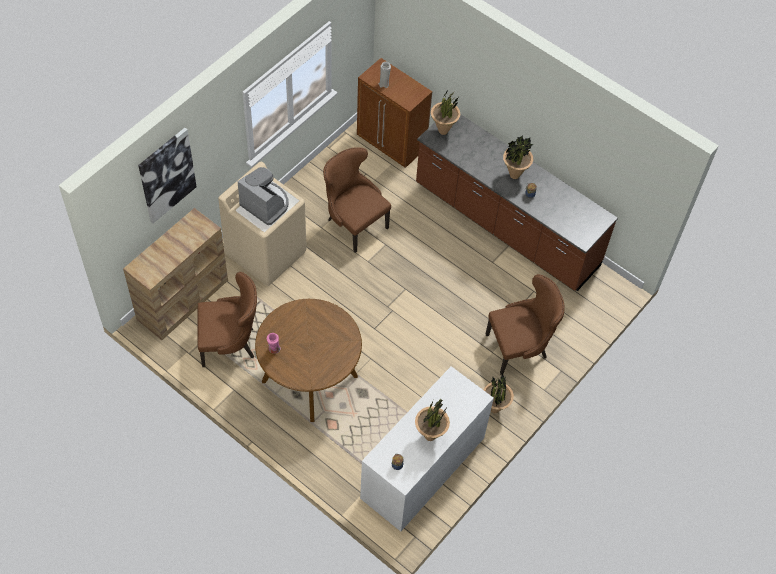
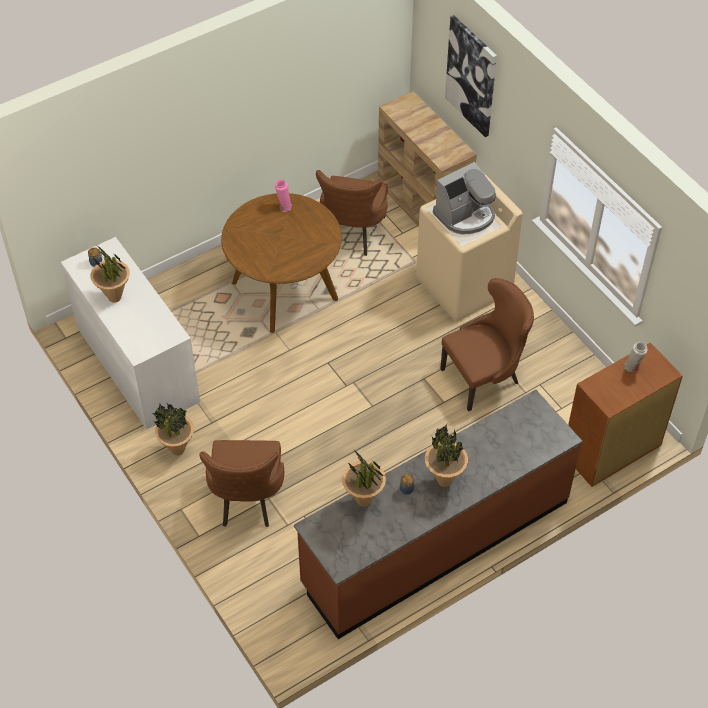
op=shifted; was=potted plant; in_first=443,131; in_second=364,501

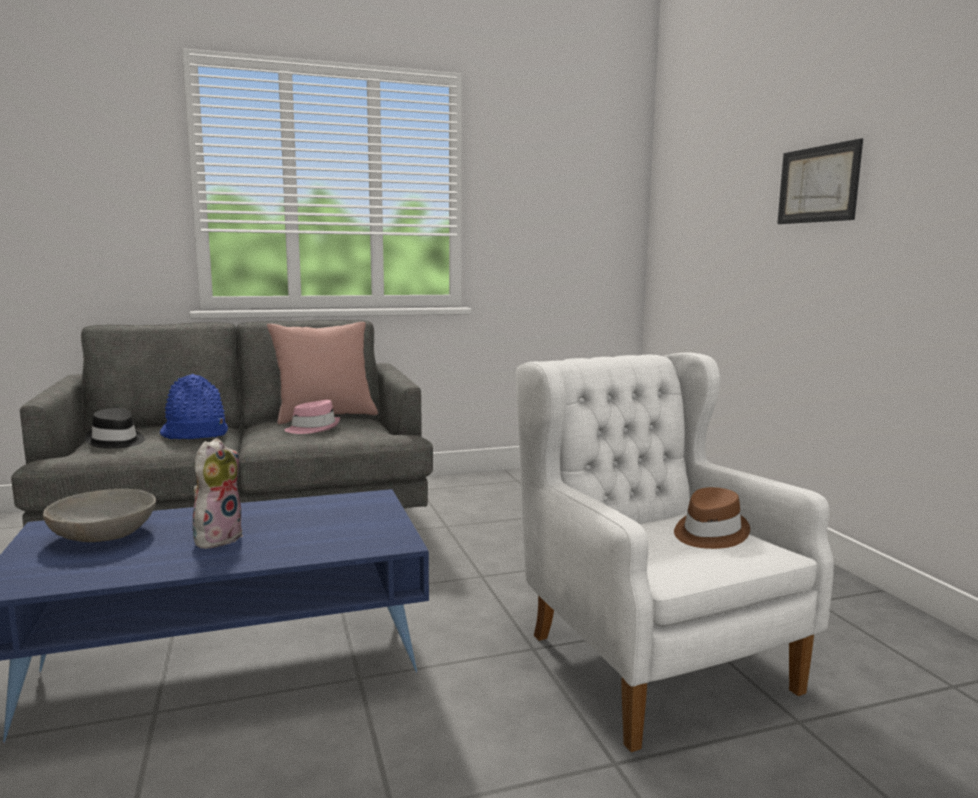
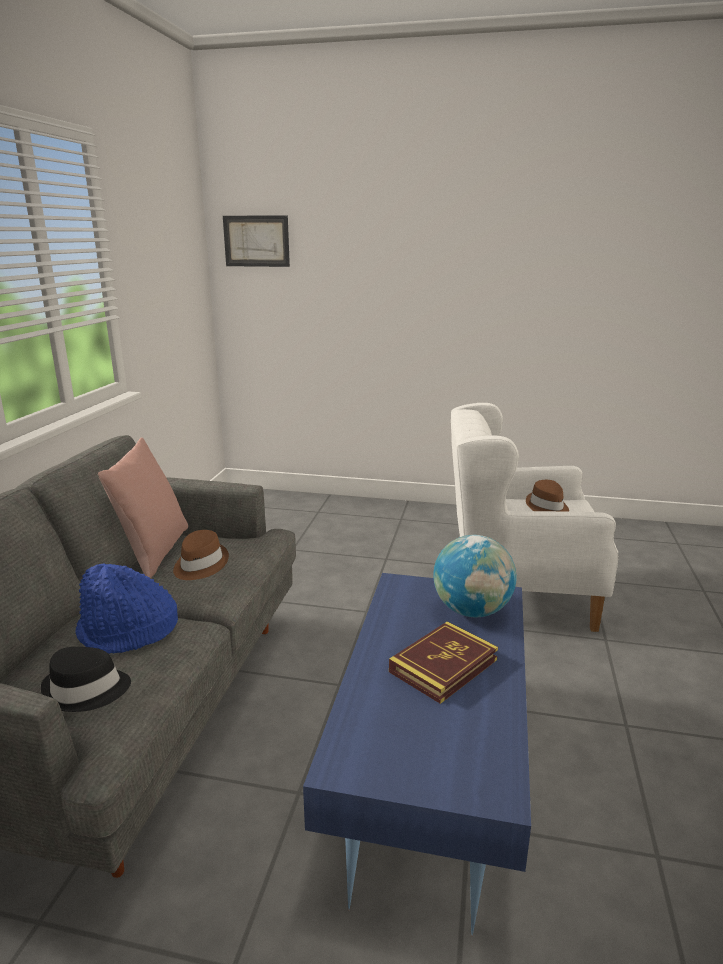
op=repainted; was=pink hat; now=brown hat; in_first=313,428; in_second=199,565
op=shifted; was=picture; in_first=818,184; in_second=256,241
op=swapped; was=plush toy; now=book; in_first=217,538; in_second=443,666
op=new; now=globe; in_second=472,610
op=gone; was=grey bowl; in_first=104,535

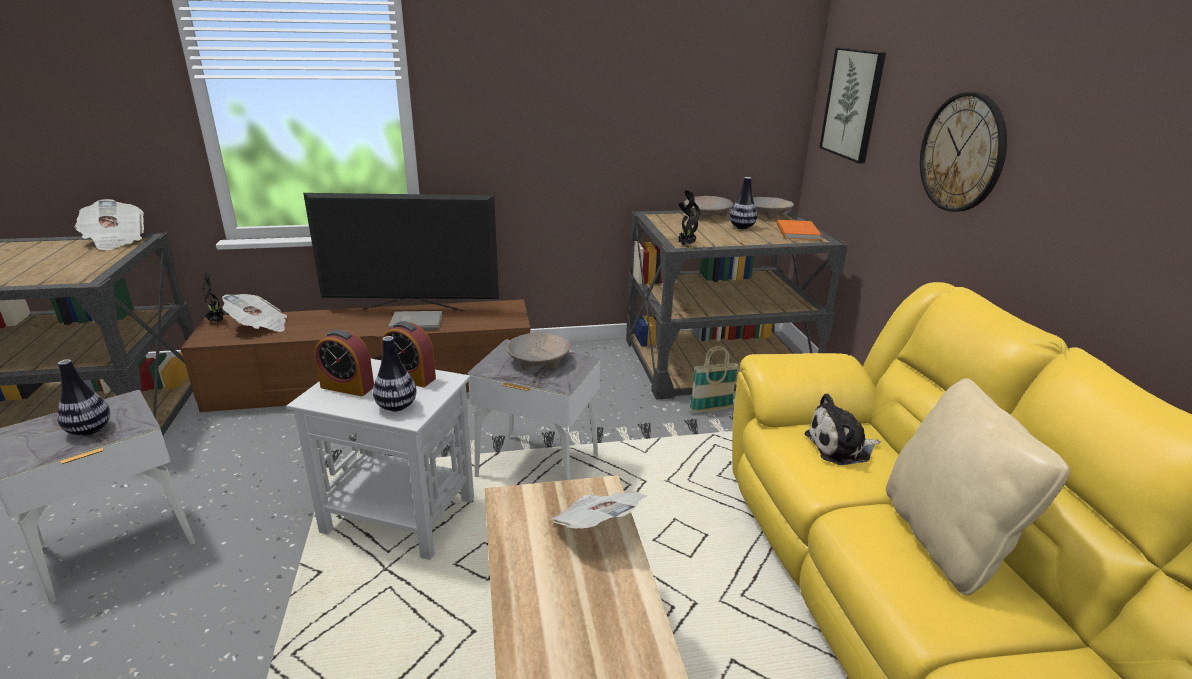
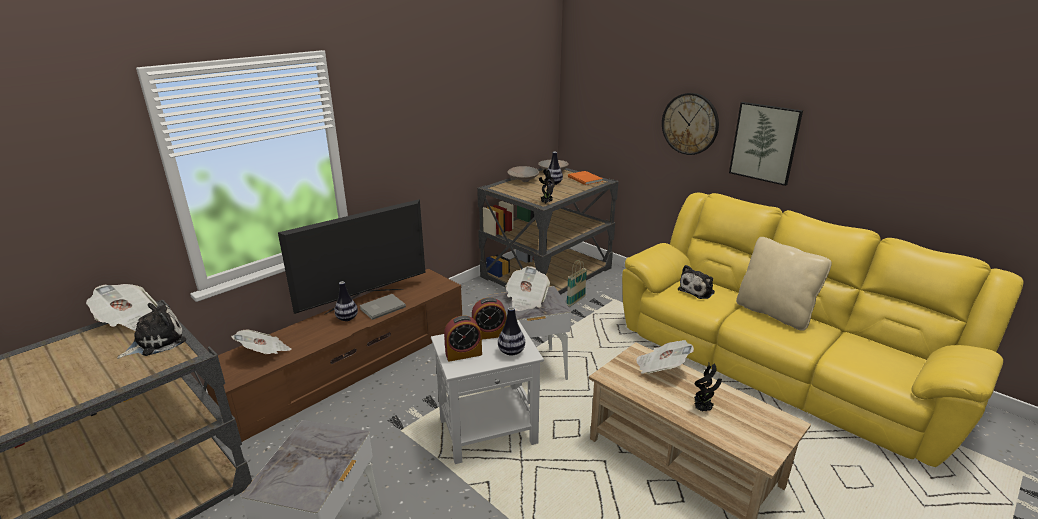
op=new; now=plush toy; in_second=156,342
op=shifted; was=vase; in_first=90,430; in_second=347,318
op=swapped; was=beige bowl; now=newspaper; in_first=538,361; in_second=526,300
op=shifted; was=potted plant; in_first=217,322; in_second=703,410
op=shifted; was=picture; in_first=853,104; in_second=765,143

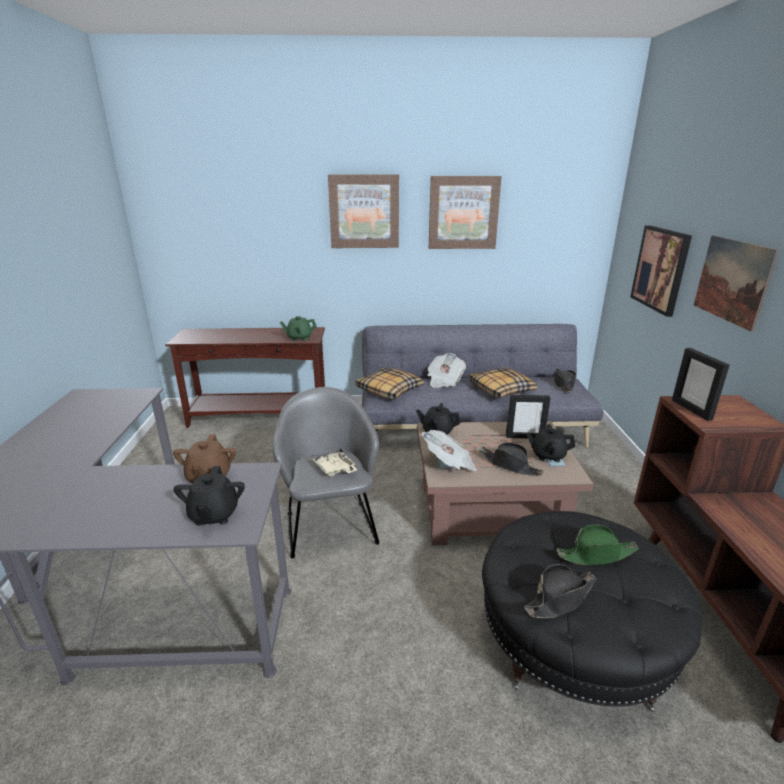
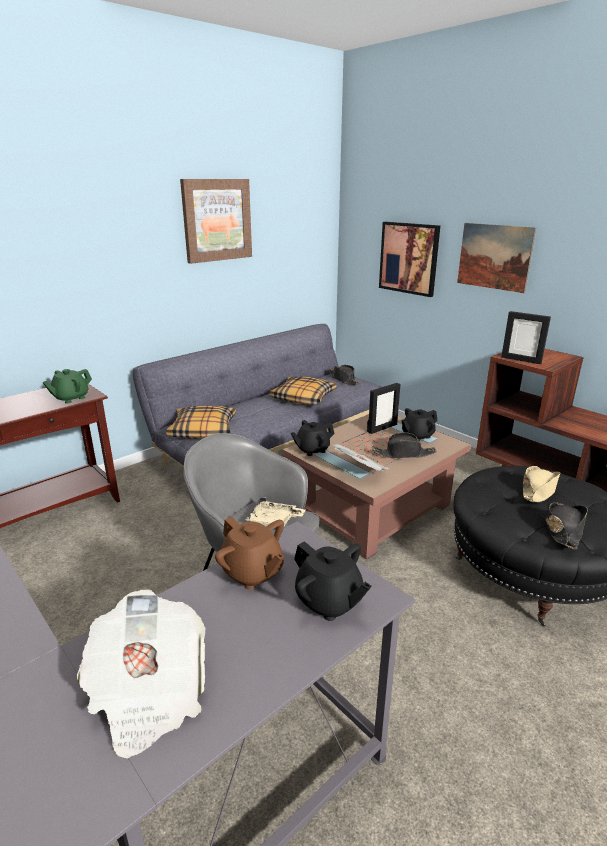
op=shifted; was=newspaper; in_first=444,381; in_second=148,692
op=repainted; was=green hat; now=beige hat; in_first=596,554; in_second=538,490
op=gone; was=picture; in_first=364,211

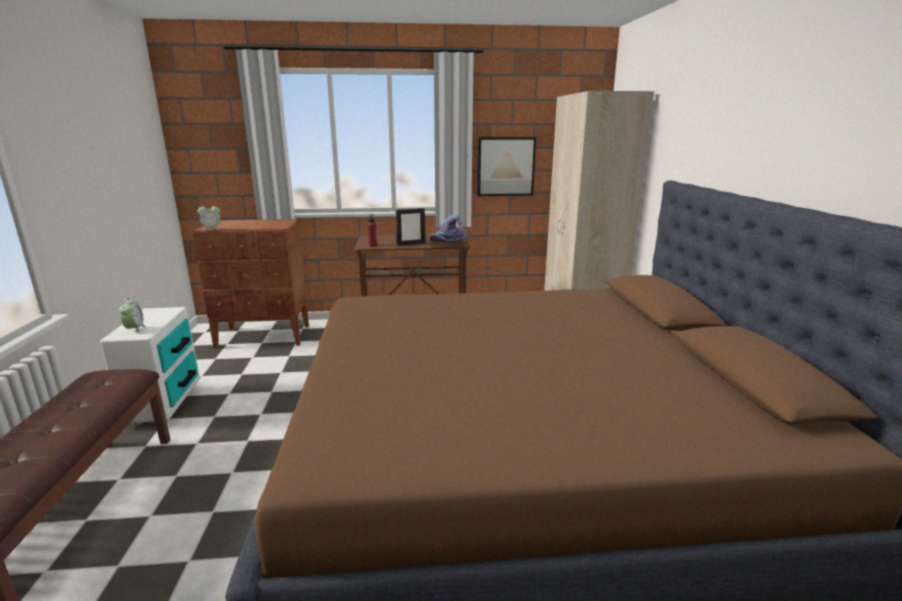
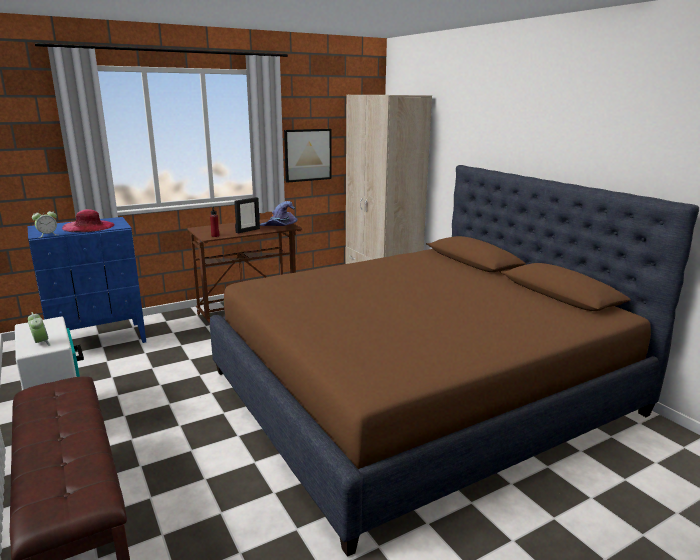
op=repainted; was=brown dresser; now=blue dresser; in_first=264,337; in_second=99,341
op=new; now=pink hat; in_second=88,226

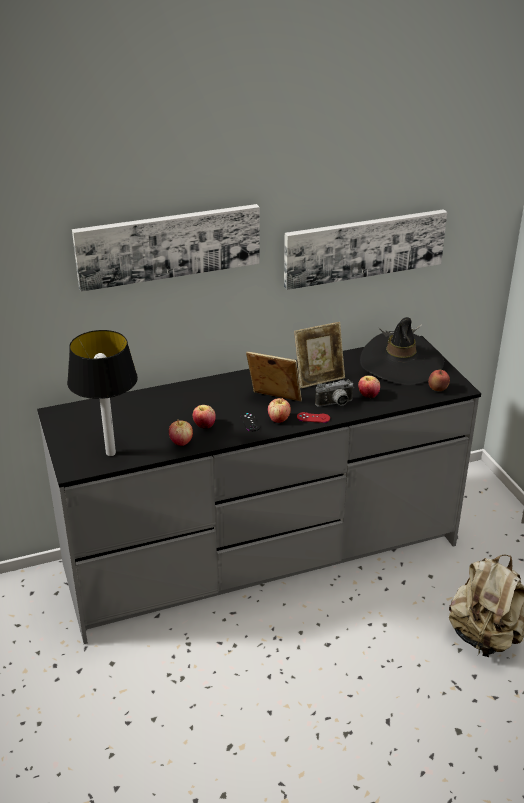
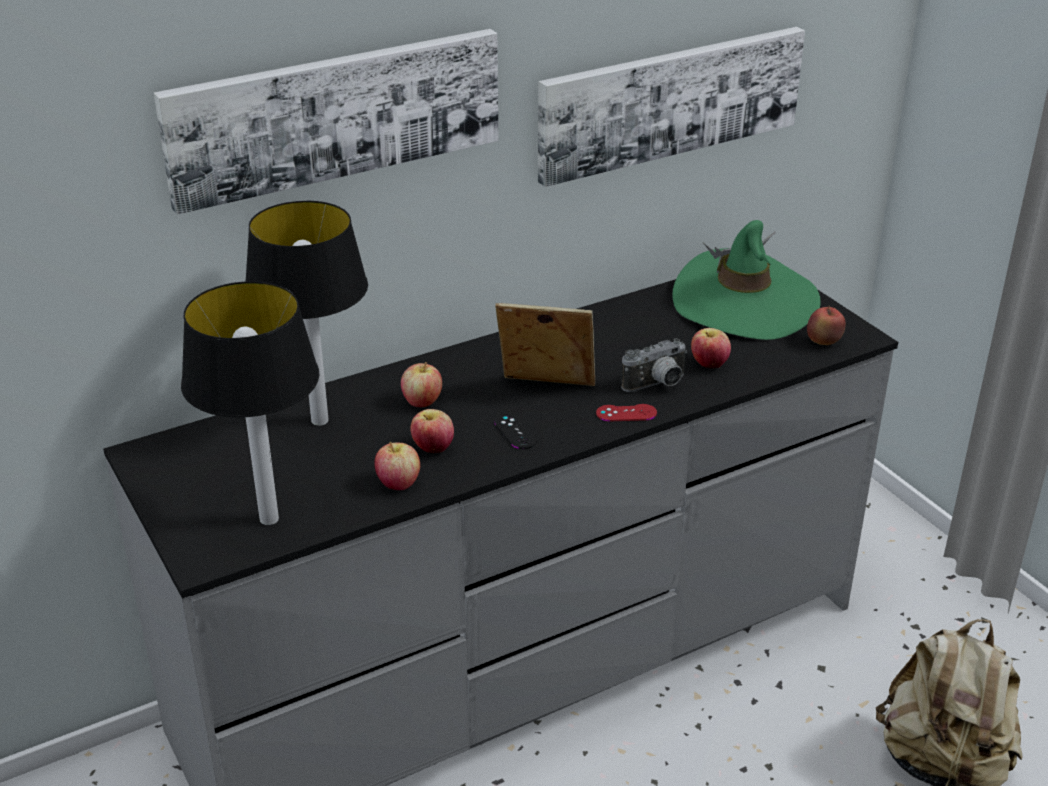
op=new; now=table lamp; in_second=319,421
op=shifted; was=apple; in_first=279,419; in_second=422,402
op=repainted; was=black hat; now=green hat; in_first=401,363; in_second=745,302
op=gone; was=picture frame; in_first=319,378

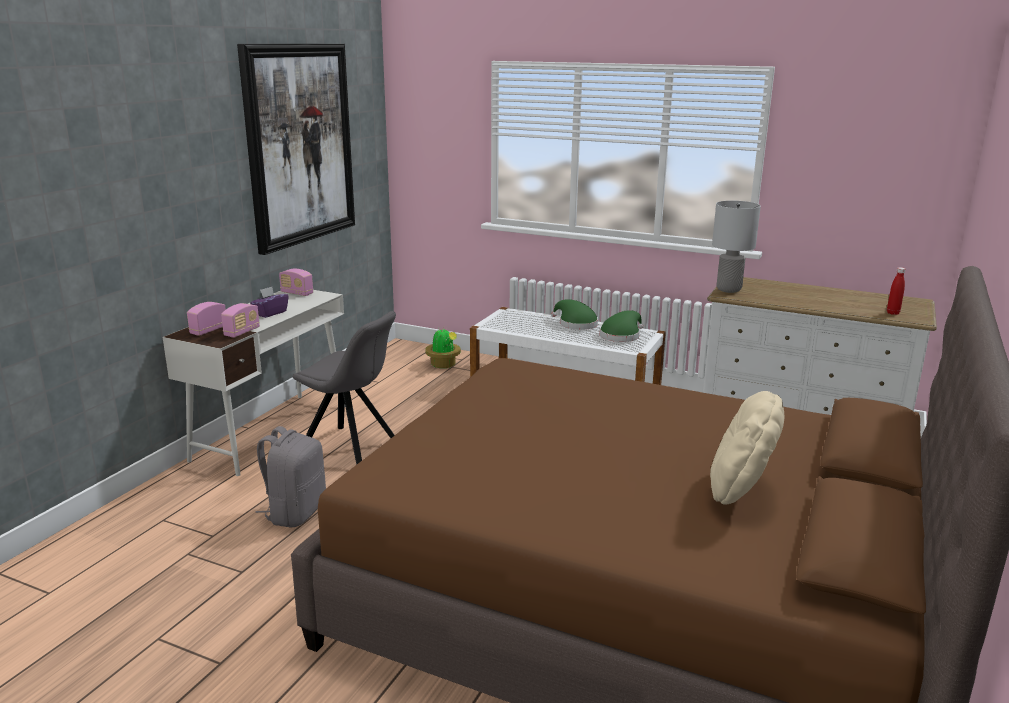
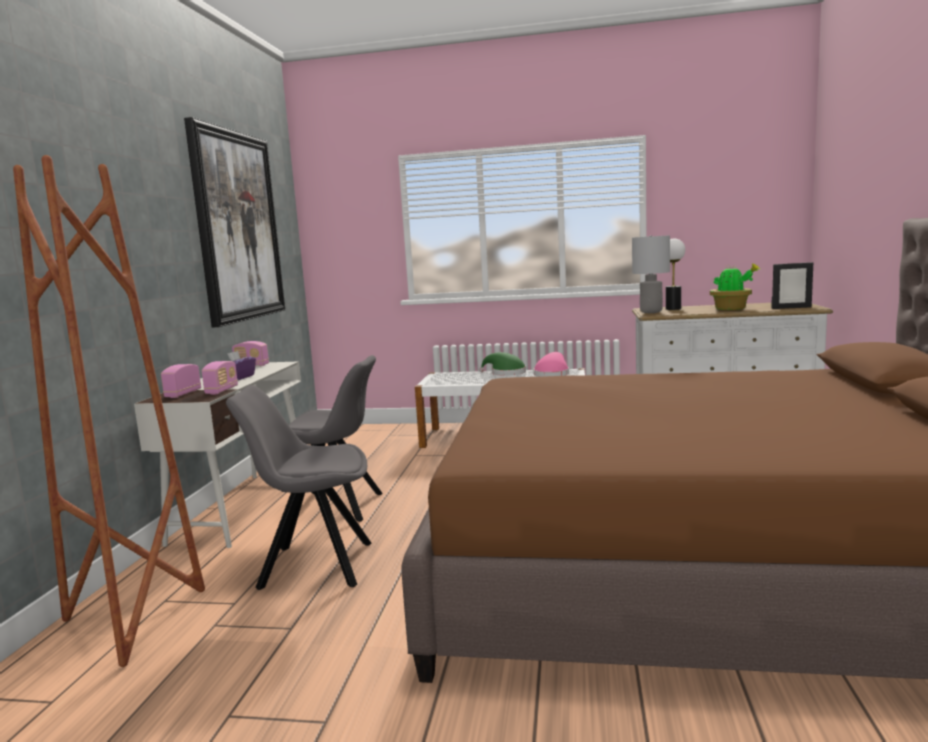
op=new; now=brown clothes rack; in_second=132,623
op=swapped; was=grey backpack; now=grey chair; in_first=295,512; in_second=315,565
op=repainted; was=green hat; now=pink hat; in_first=621,335; in_second=552,374
op=new; now=table lamp; in_second=673,309
op=shifted; was=potted plant; in_first=444,365; in_second=732,309
op=swapped; was=red bottle; now=picture frame; in_first=893,313; in_second=791,307
op=gone; was=beige pillow; in_first=740,493

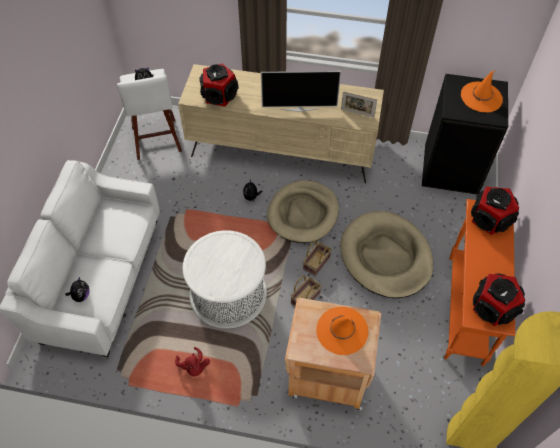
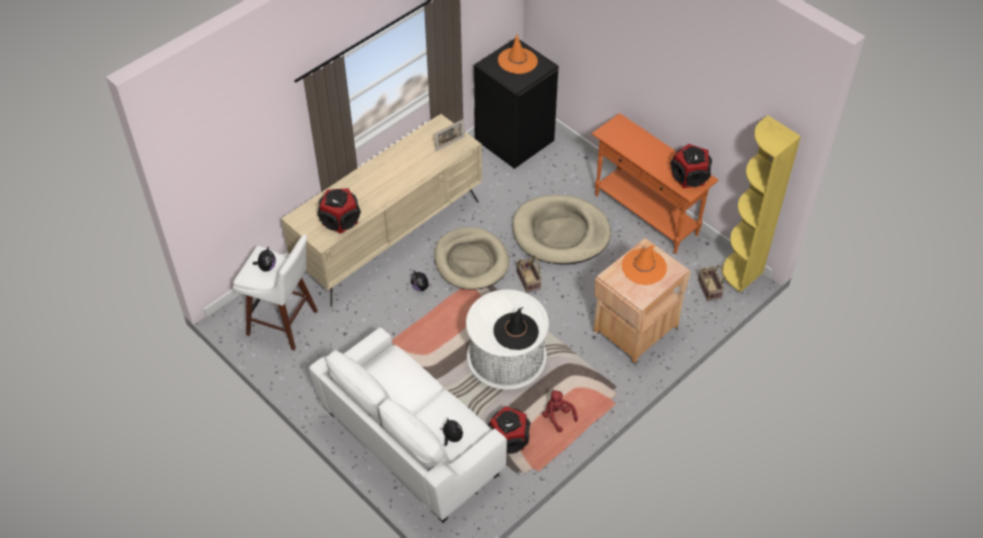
op=shifted; was=speaker; in_first=490,219; in_second=509,439
op=new; now=black hat; in_second=516,331
op=rotated; was=red plush toy; in_first=194,367; in_second=557,416; clockwise=-135
op=shifted; was=basket; in_first=305,297; in_second=708,289
op=gone; was=television; in_first=299,108

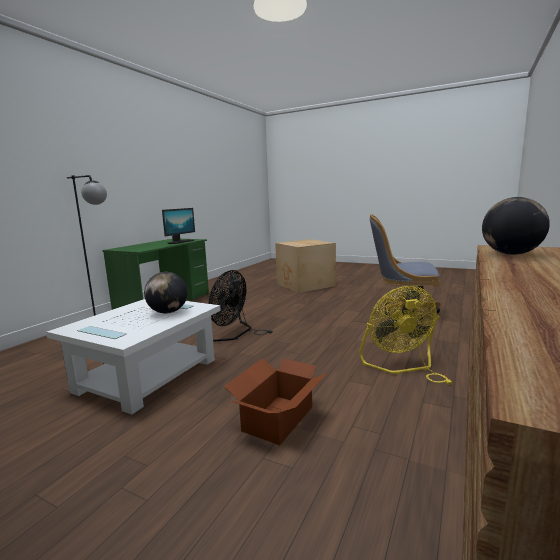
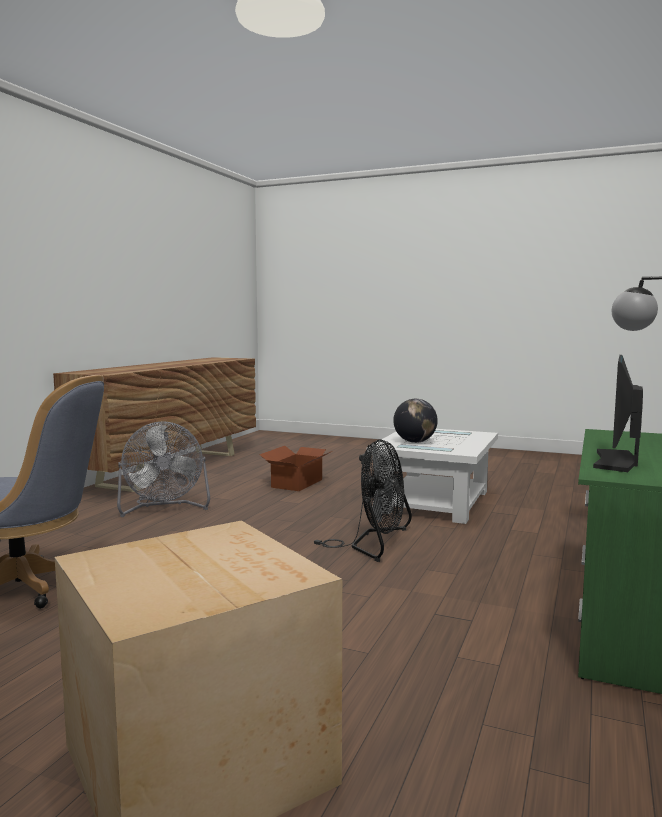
op=repainted; was=yellow fan; now=grey fan; in_first=407,366; in_second=161,508
op=gone; was=globe; in_first=511,254

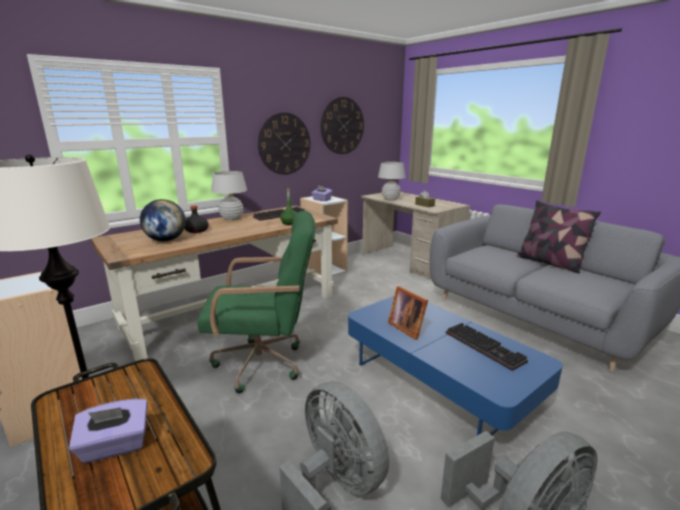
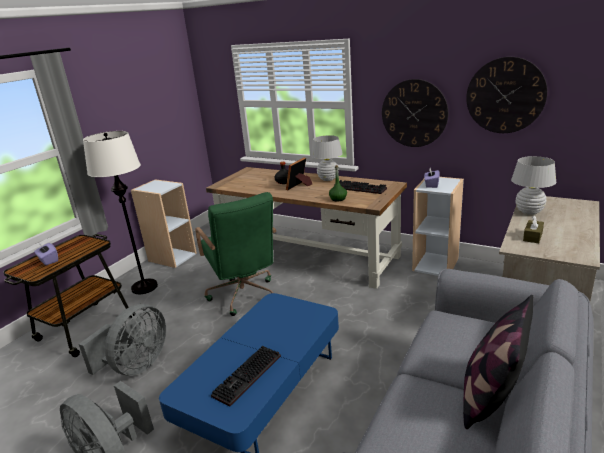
op=shifted; was=picture frame; in_first=407,328; in_second=299,186
op=gone; was=globe; in_first=166,240

